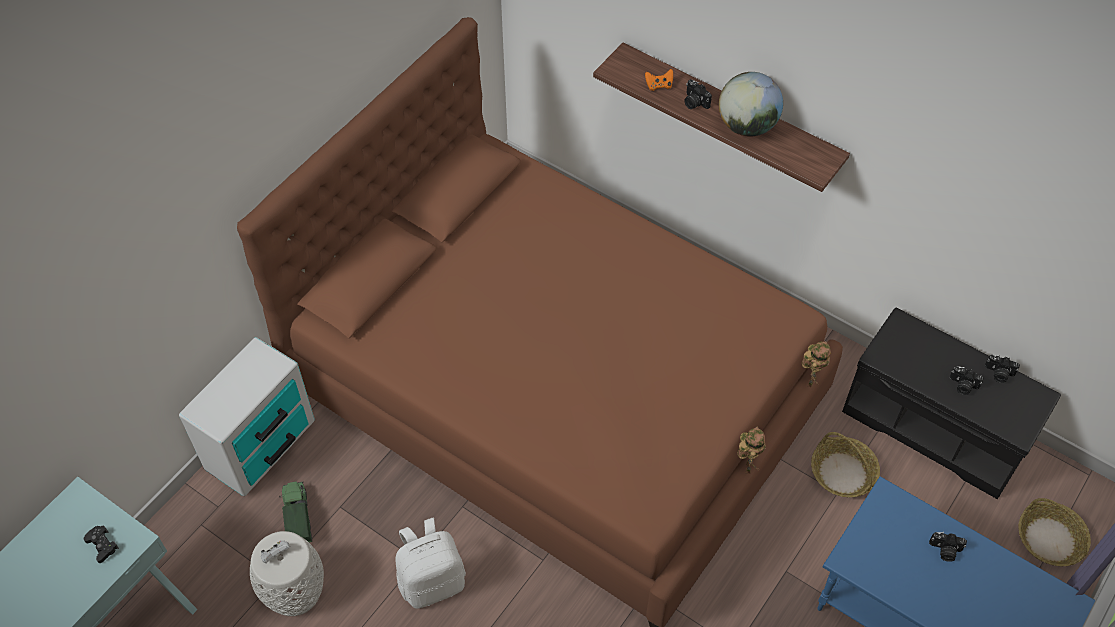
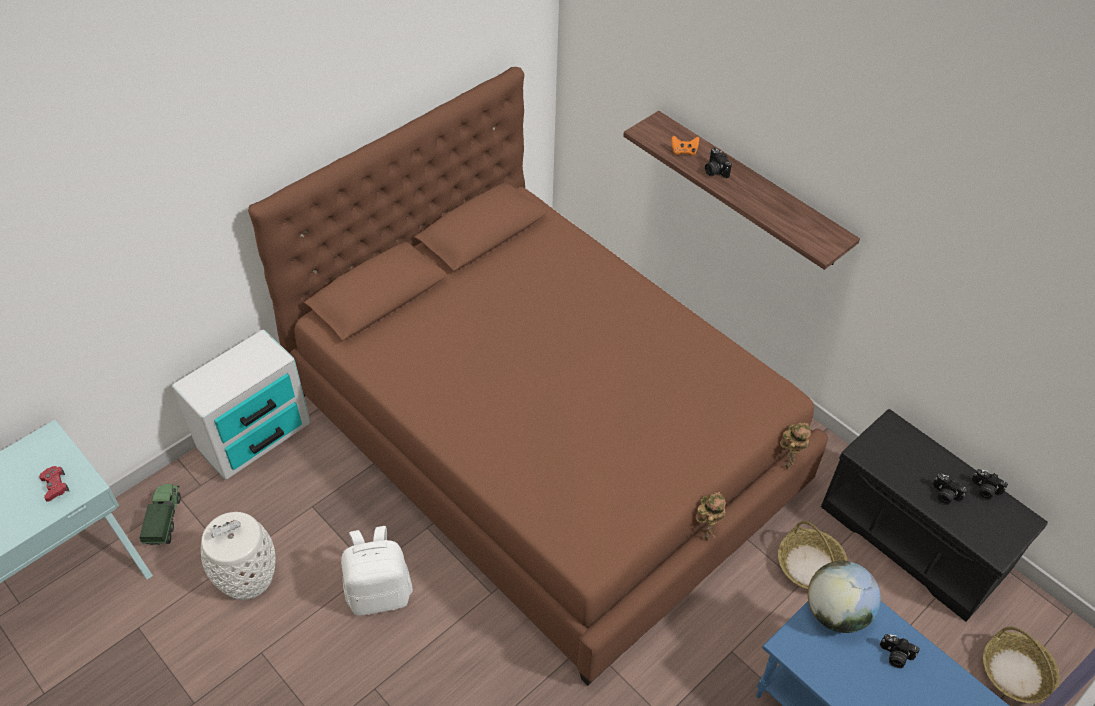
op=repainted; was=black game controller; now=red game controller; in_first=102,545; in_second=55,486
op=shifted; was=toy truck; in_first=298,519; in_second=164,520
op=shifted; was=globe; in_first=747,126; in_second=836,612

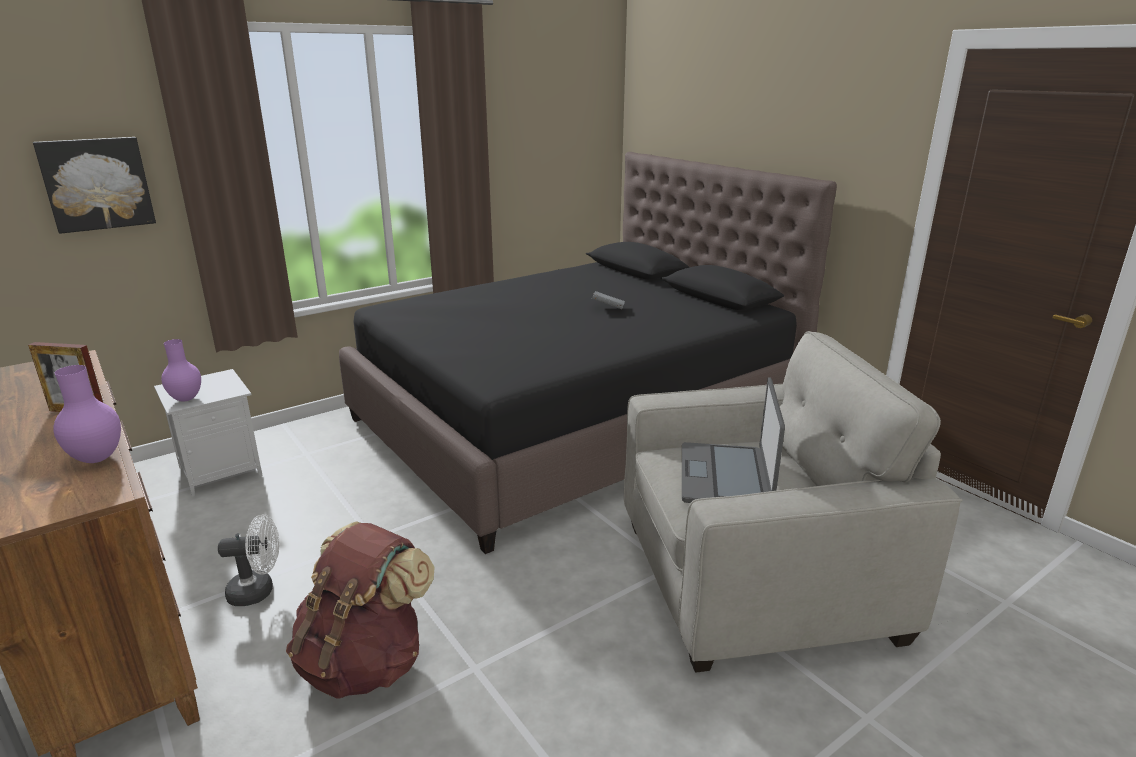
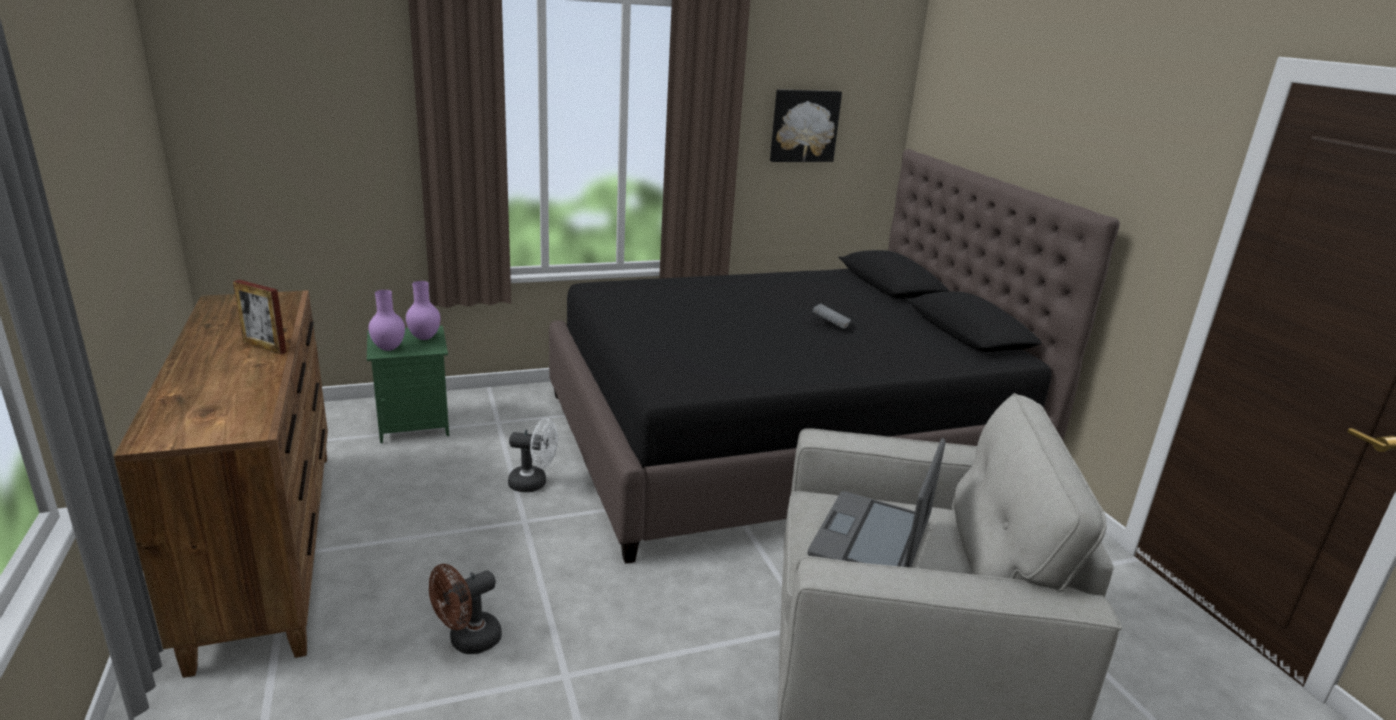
op=repainted; was=grey nightstand; now=green nightstand; in_first=222,470; in_second=415,423
op=shifted; was=purple vase; in_first=98,458; in_second=425,338
op=swapped; was=brown backpack; now=brown fan; in_first=365,662; in_second=468,641
op=shifted; was=white fan; in_first=258,591; in_second=534,483
op=shifted; was=picture; in_first=97,184; in_second=804,125

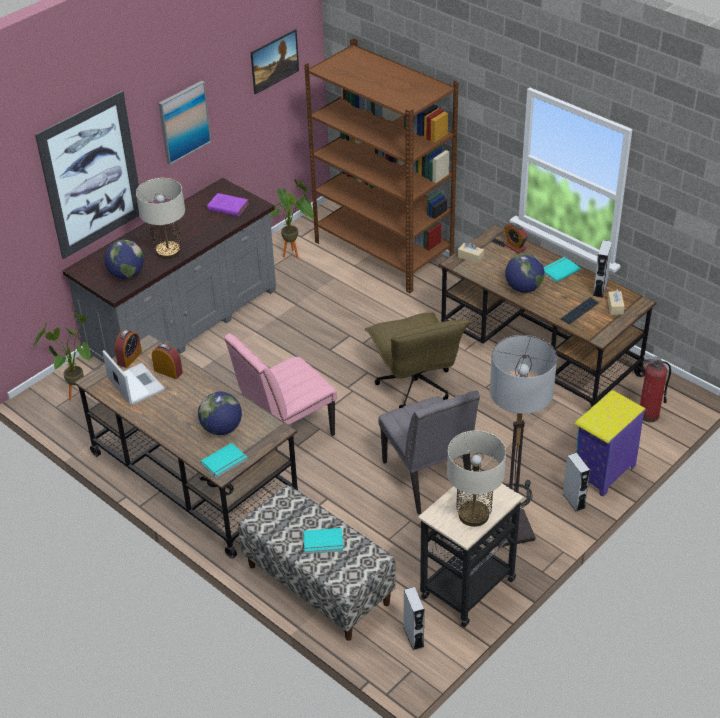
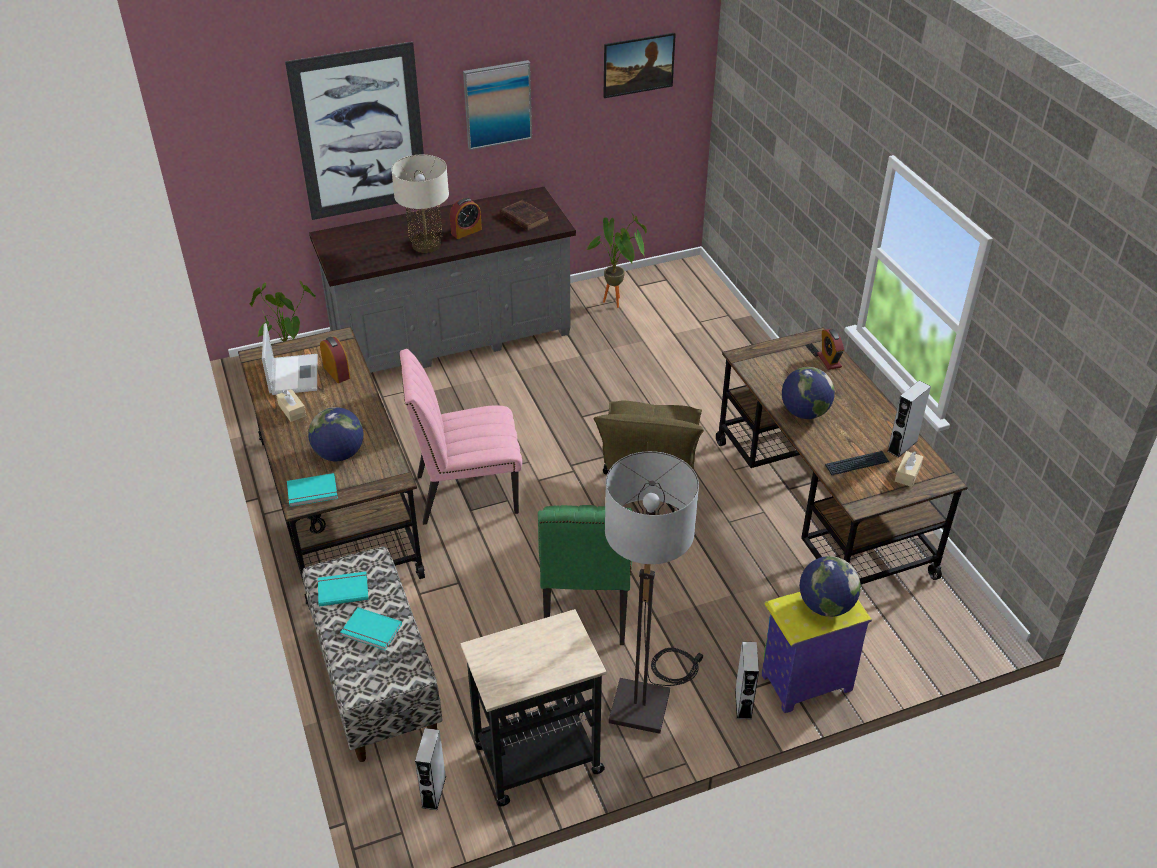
op=shifted; was=beige tissue box; in_first=470,257; in_second=292,410
op=shifted; was=turquoise book; in_first=559,270; in_second=342,589
op=shifted; was=alarm clock; in_first=129,358; in_second=466,231
op=repainted; was=purple book; now=brown book; in_first=227,207; in_second=524,217
op=repainted; was=grey chair; now=green chair; in_first=426,477; in_second=585,603
op=shifted; was=globe; in_first=127,274; in_second=825,606
op=gone; was=brown bookcase; in_first=383,252
op=gone; was=table lamp; in_first=473,515
op=gone; was=fire extinguisher; in_first=648,415

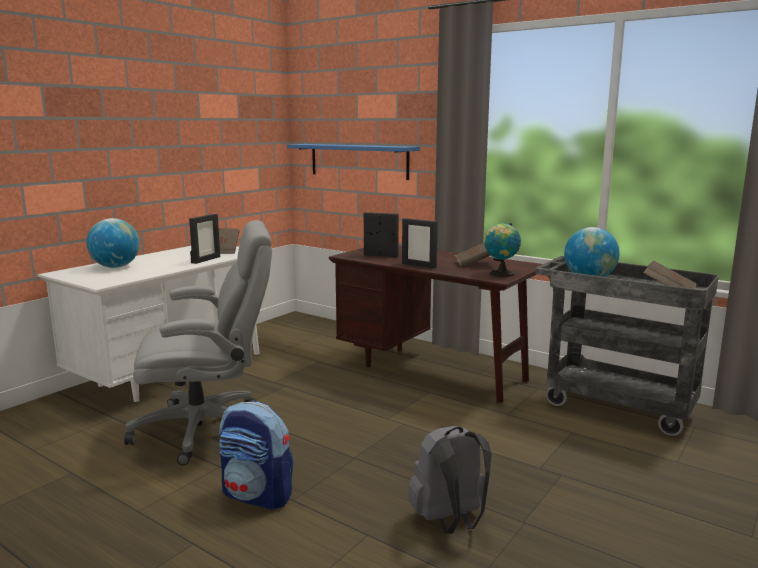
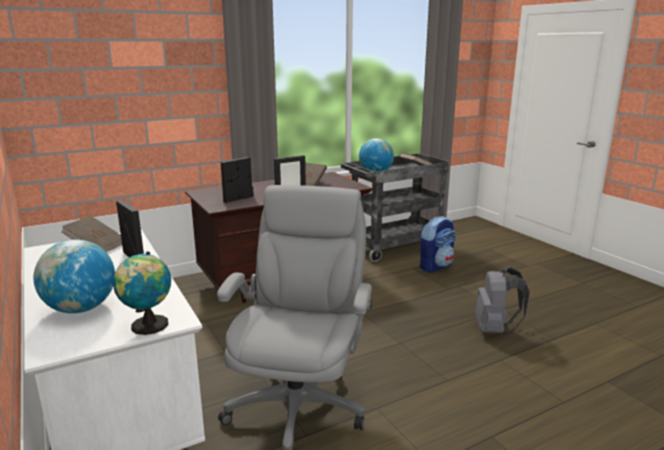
op=shifted; was=globe; in_first=500,274; in_second=148,326
op=shifted; was=backpack; in_first=258,495; in_second=435,266
op=gone; was=blue shelf; in_first=358,161

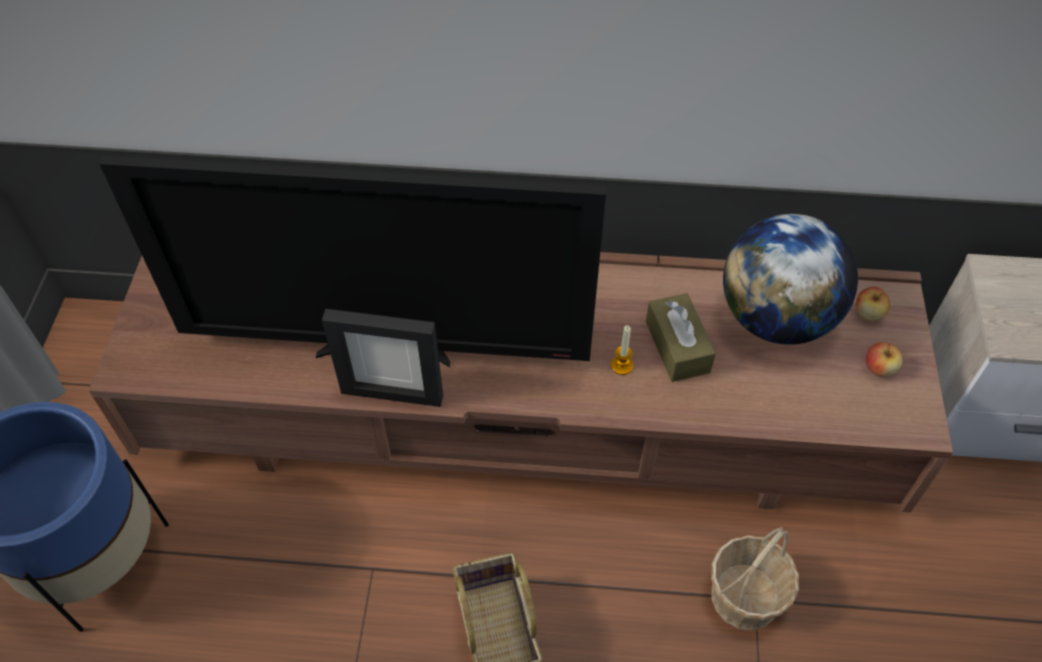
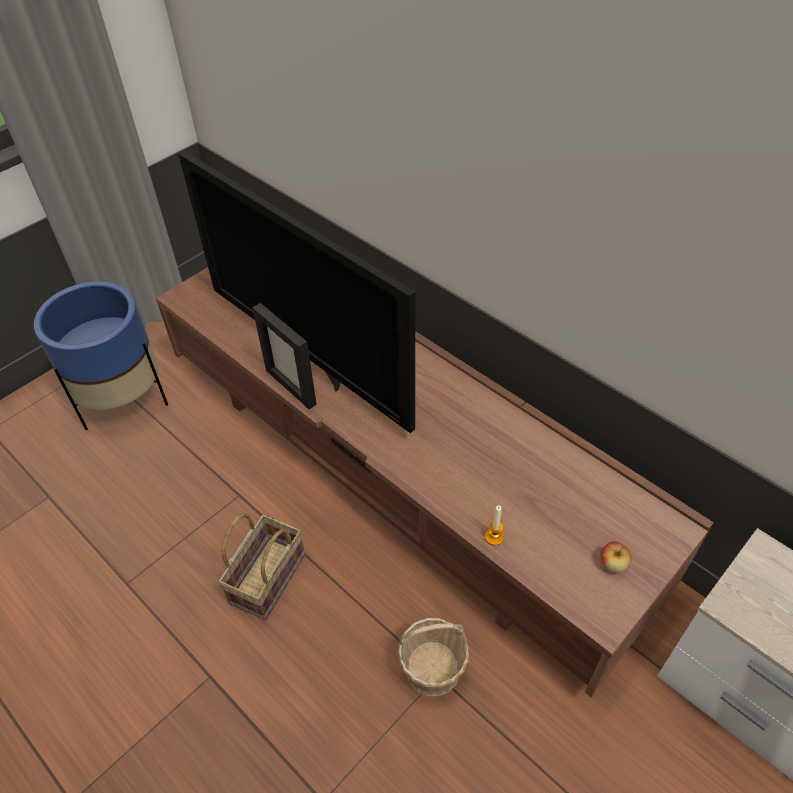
op=shifted; was=candle; in_first=621,365; in_second=494,537
op=gone; was=brown tissue box; in_first=677,346
op=gone; was=globe; in_first=776,318
op=gone; was=apple; in_first=868,313

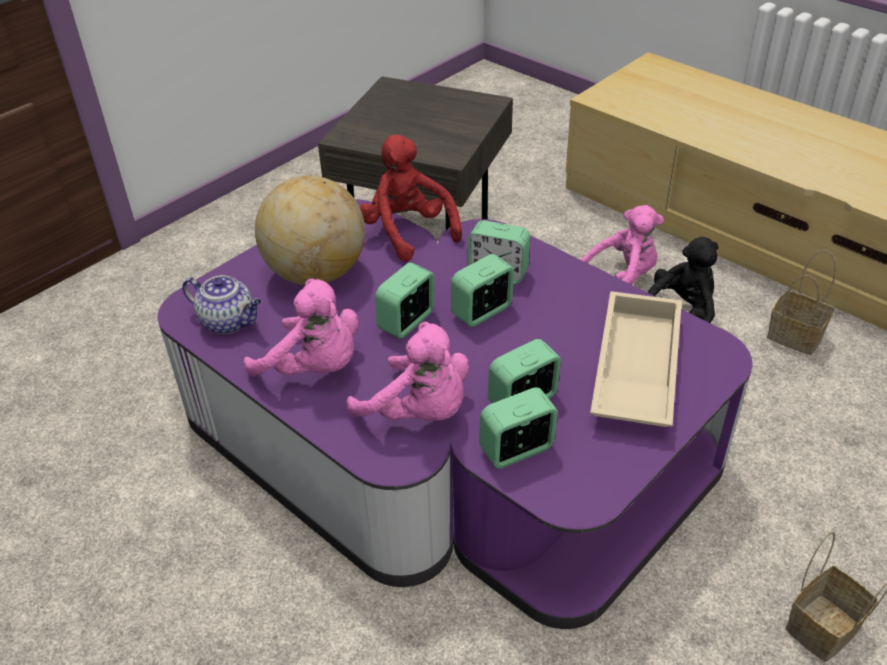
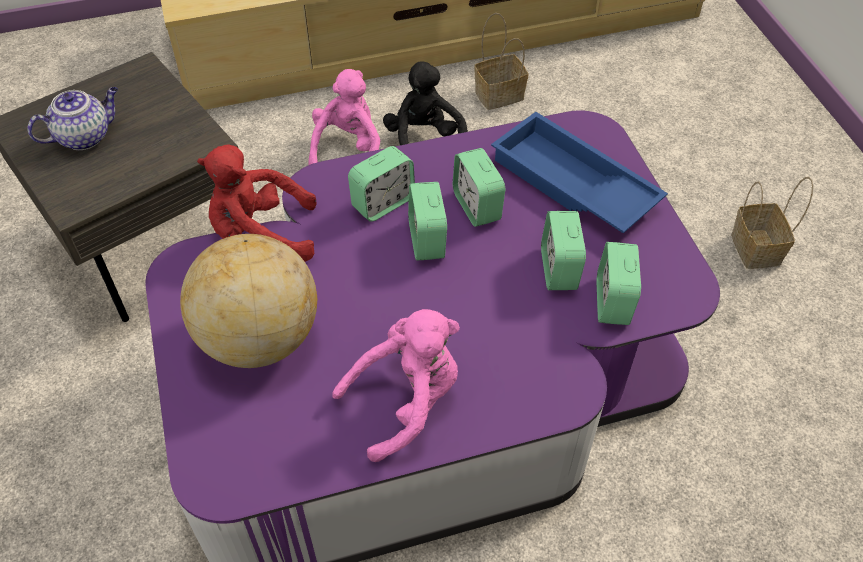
op=shifted; was=teapot; in_first=229,322; in_second=85,136
op=shifted; was=alarm clock; in_first=407,321; in_second=477,206
op=repainted; was=beige tray; now=blue tray; in_first=633,369; in_second=571,185
op=gone; was=pink plush toy; in_first=419,412

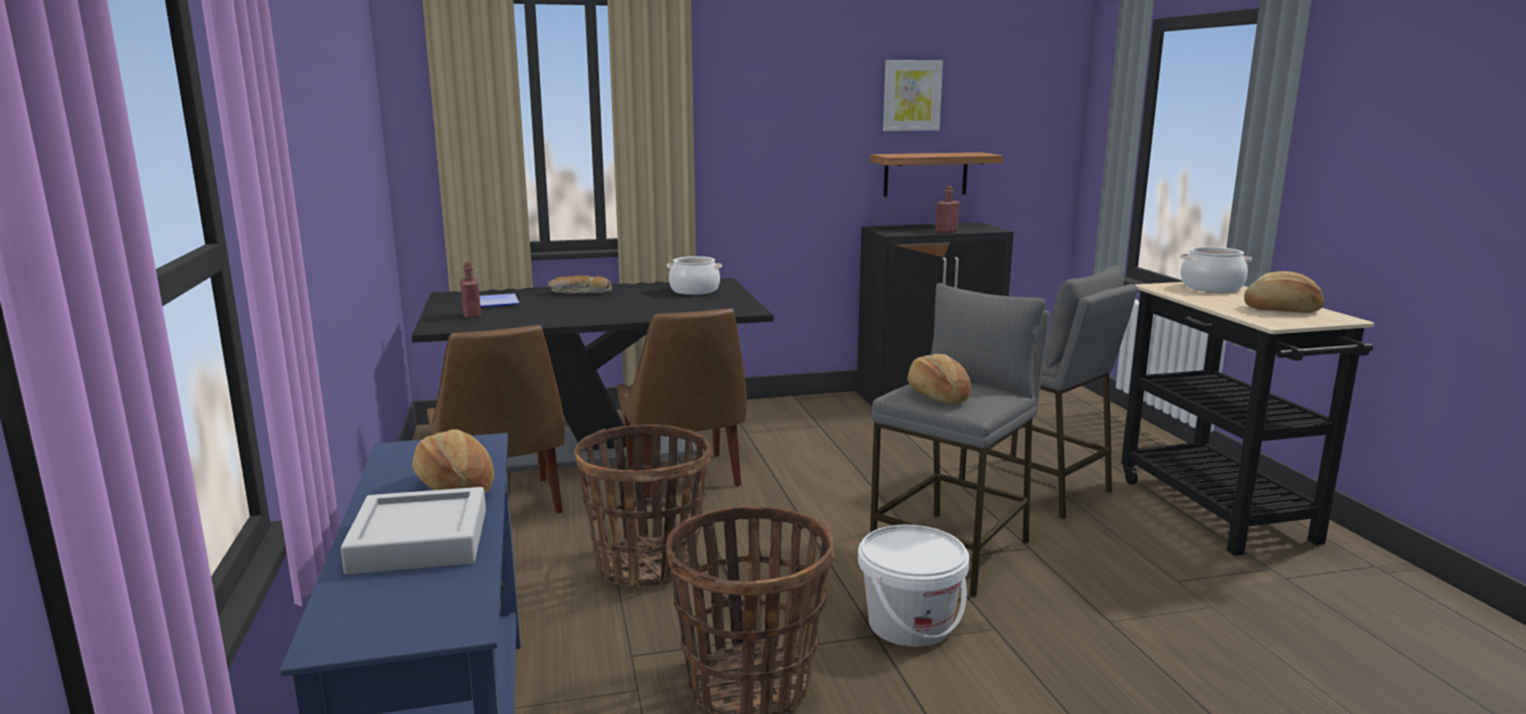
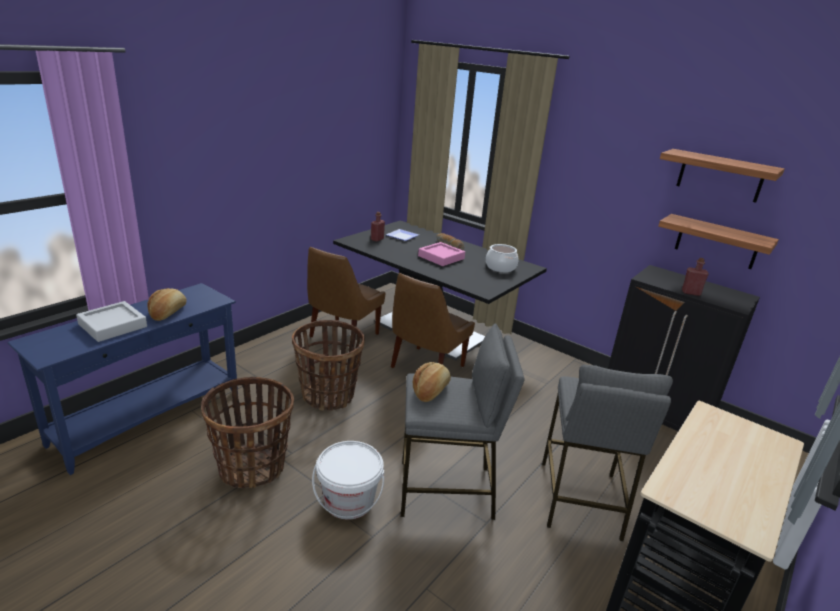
op=new; now=pink tray; in_second=441,257
op=swapped; was=picture; now=shelf; in_first=911,95; in_second=720,176
op=gone; was=cooking pot; in_first=1211,287
op=gone; was=bread; in_first=1282,310

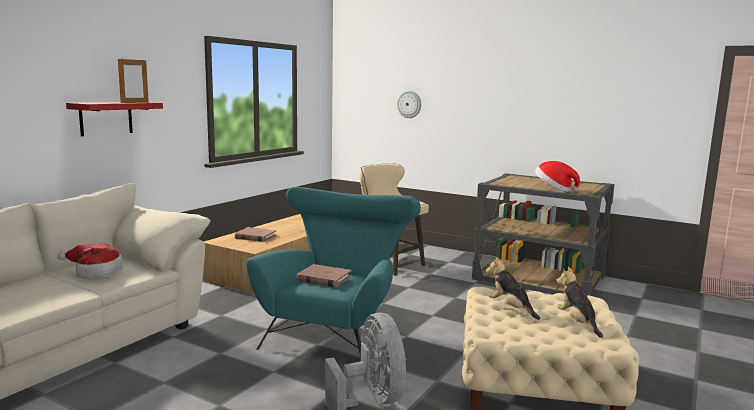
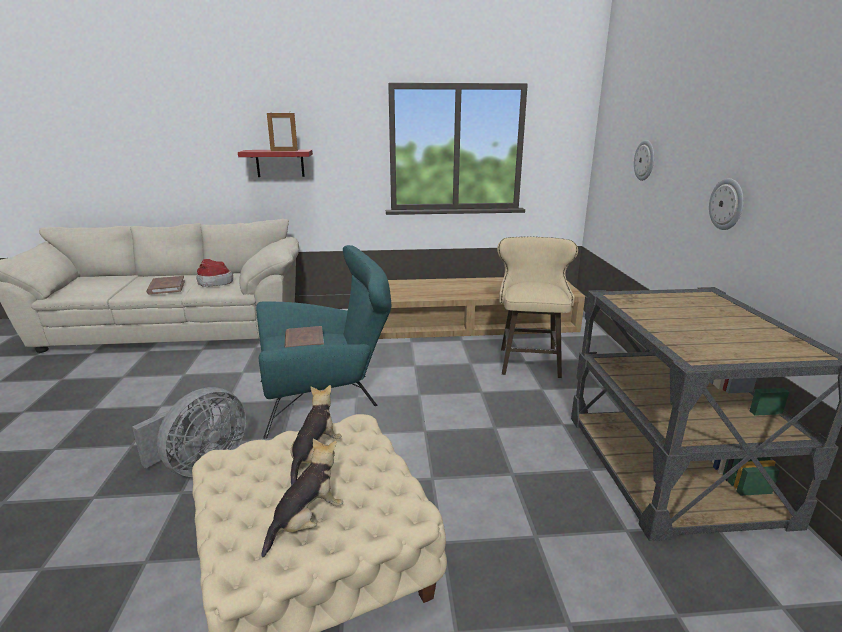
op=shifted; was=brown book; in_first=255,237; in_second=166,287
op=new; now=wall clock; in_second=727,204
op=gone; was=hat; in_first=554,189

